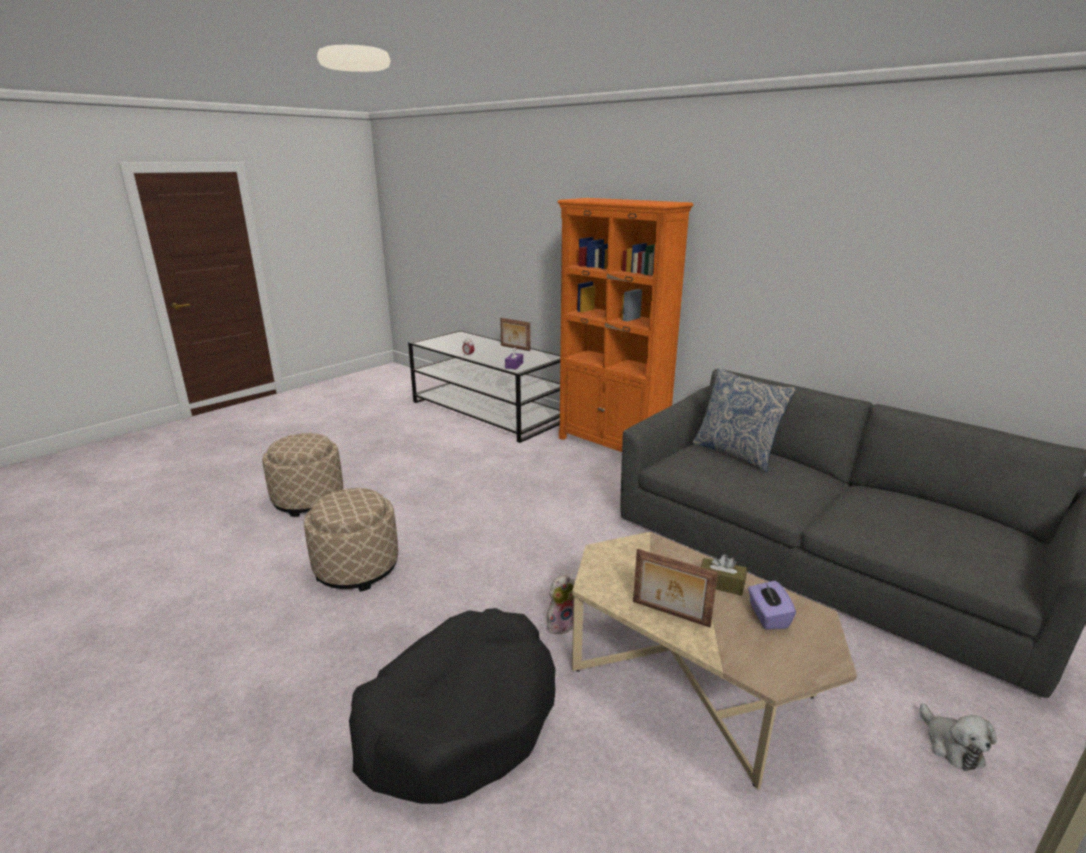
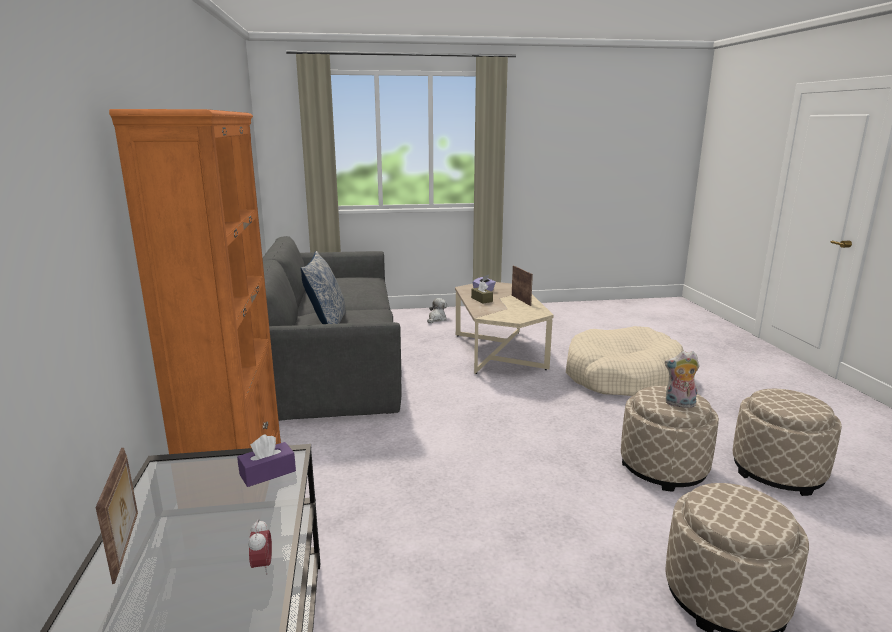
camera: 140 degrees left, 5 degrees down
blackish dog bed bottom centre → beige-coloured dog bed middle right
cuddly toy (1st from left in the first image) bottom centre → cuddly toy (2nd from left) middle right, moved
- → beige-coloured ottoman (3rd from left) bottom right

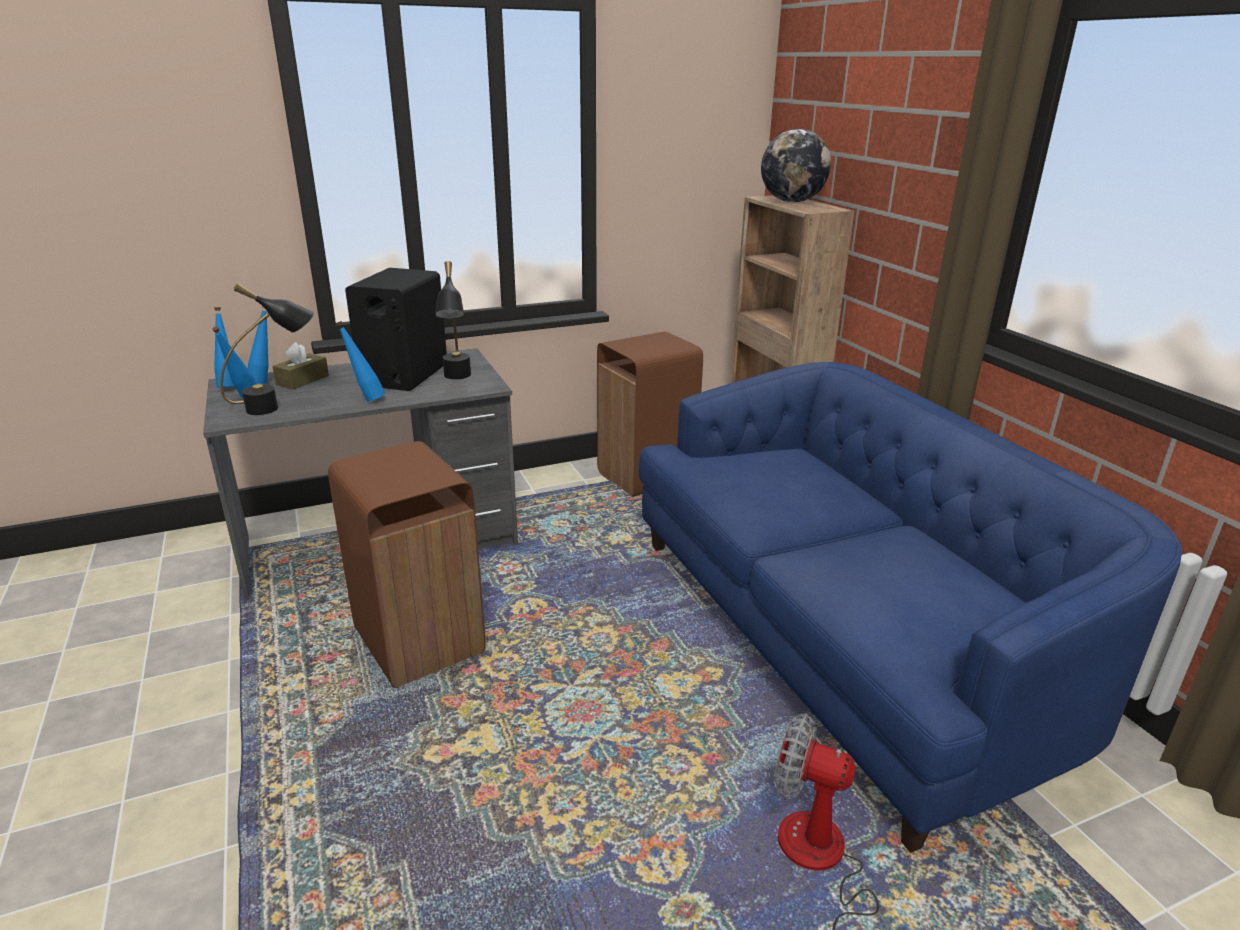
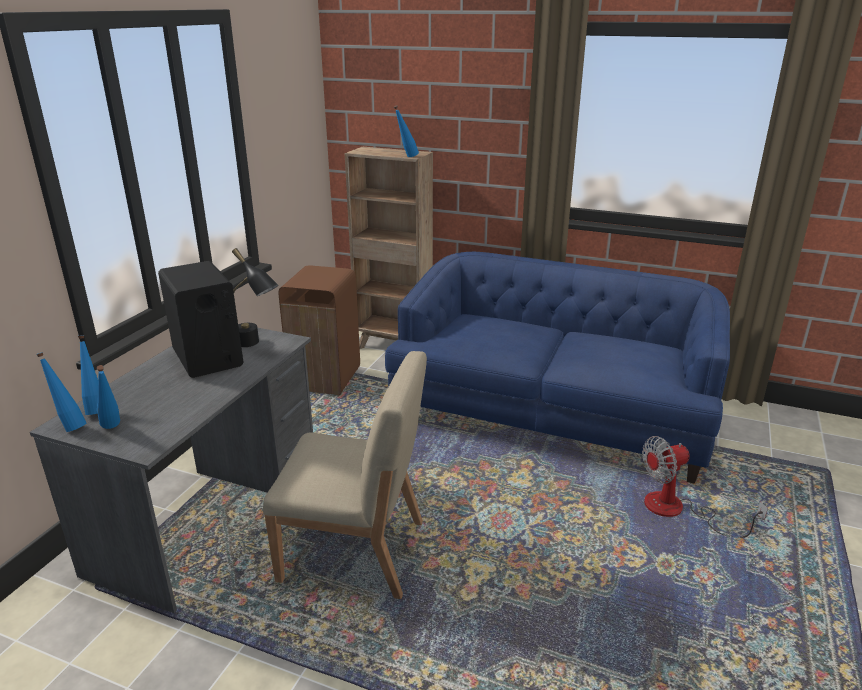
camera: 45 degrees left, 0 degrees up
brown-coloured rubbish bin (1st from left) middle left → beige-coloured chair bottom centre
bluish bottle (4th from left) middle left → bluish bottle (4th from left) top centre, moved
blackish table lamp (1st from left) middle left → -
brown-coloured tissue box middle left → -
globe top centre → -

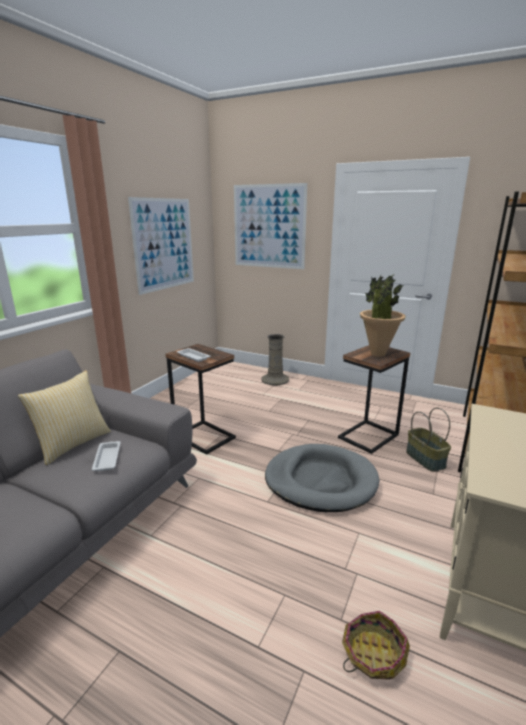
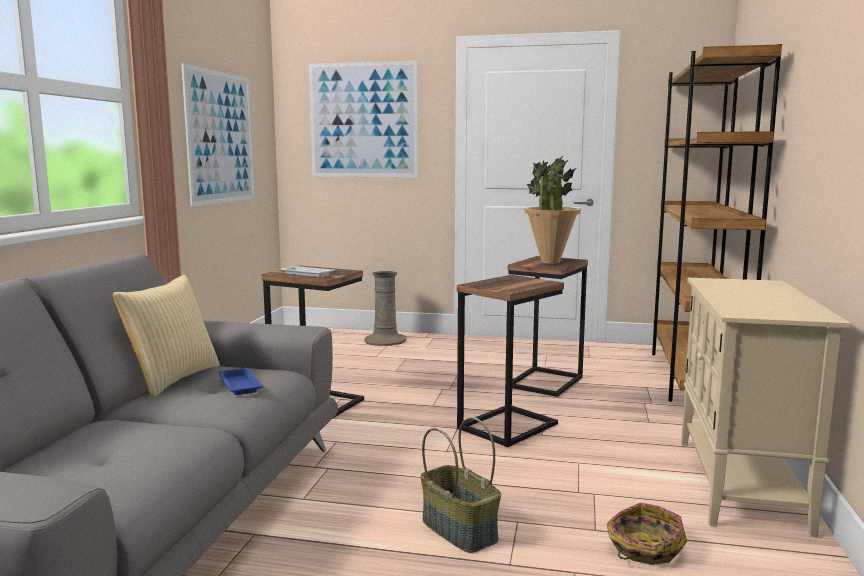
camera: 15 degrees left, 10 degrees down
white carrying tray (1st from left) middle left → bluish carrying tray middle left
household basket (2nd from left in the first image) middle right → household basket (1st from left) bottom centre, moved
grey dog bed centre → accent table (2nd from left) centre

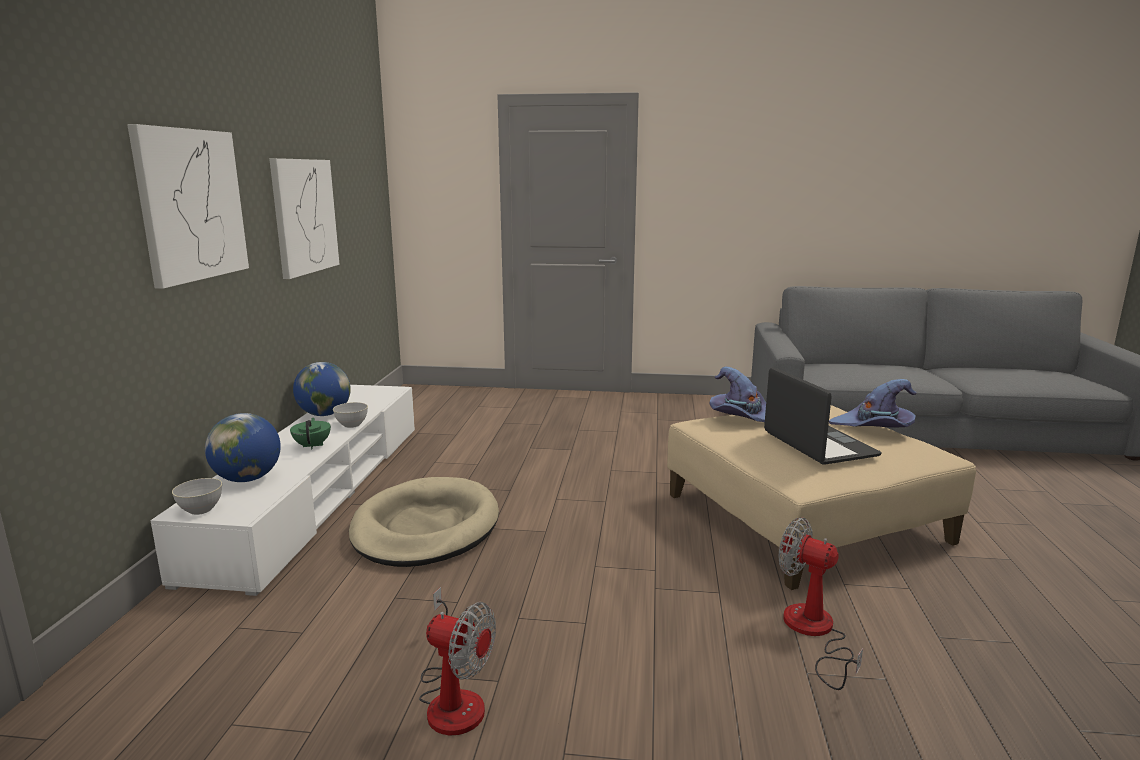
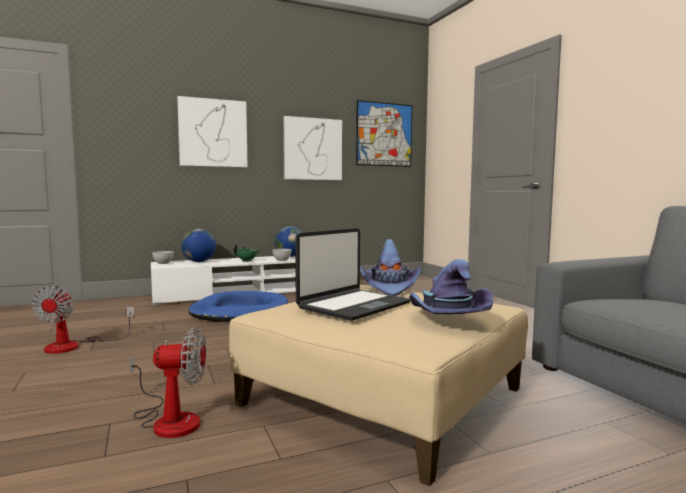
camera: 60 degrees right, 10 degrees down
electric fan (2nd from left) bottom right → electric fan (2nd from left) bottom left, 75 degrees clockwise
beige-coloured dog bed bottom centre → bluish dog bed centre
- → picture (3rd from left) top centre

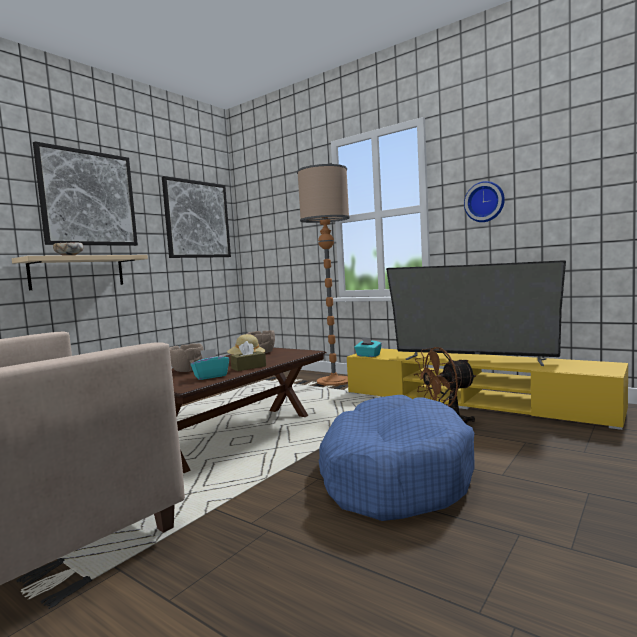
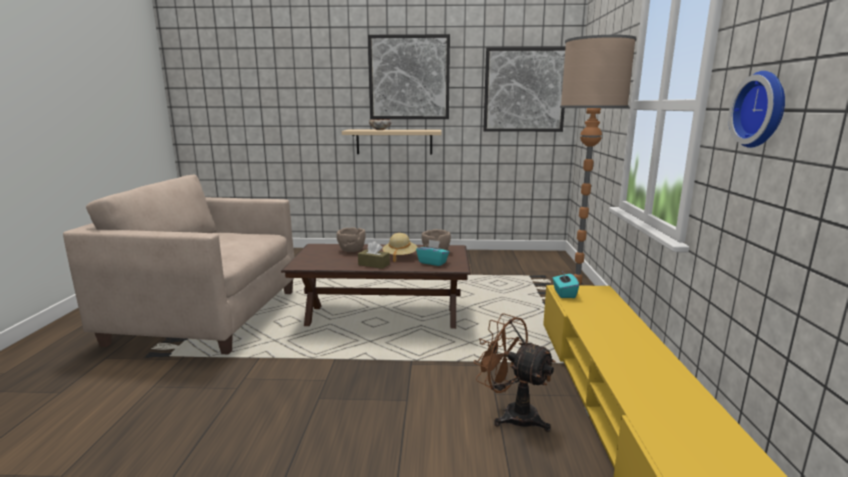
camera: 55 degrees right, 10 degrees up
turquoise tissue box (1st from left) middle left → turquoise tissue box (1st from left) centre, moved
bluish dog bed bottom centre → -
TV middle right → -

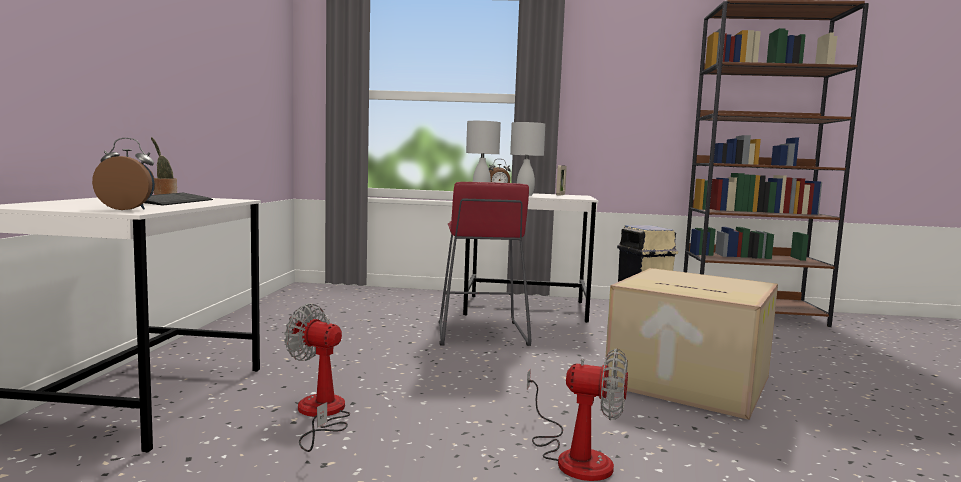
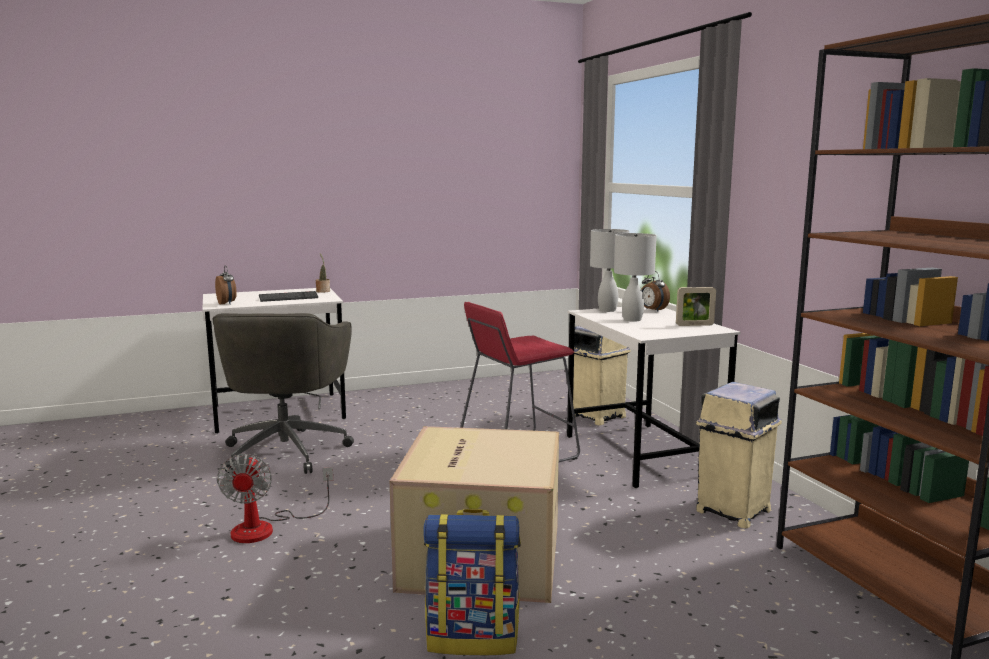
camera: 65 degrees right, 5 degrees up
electric fan (1st from left) bottom left → grey desk chair middle left
- → backpack bottom centre
- → beige-coloured rubbish bin (1st from left) centre

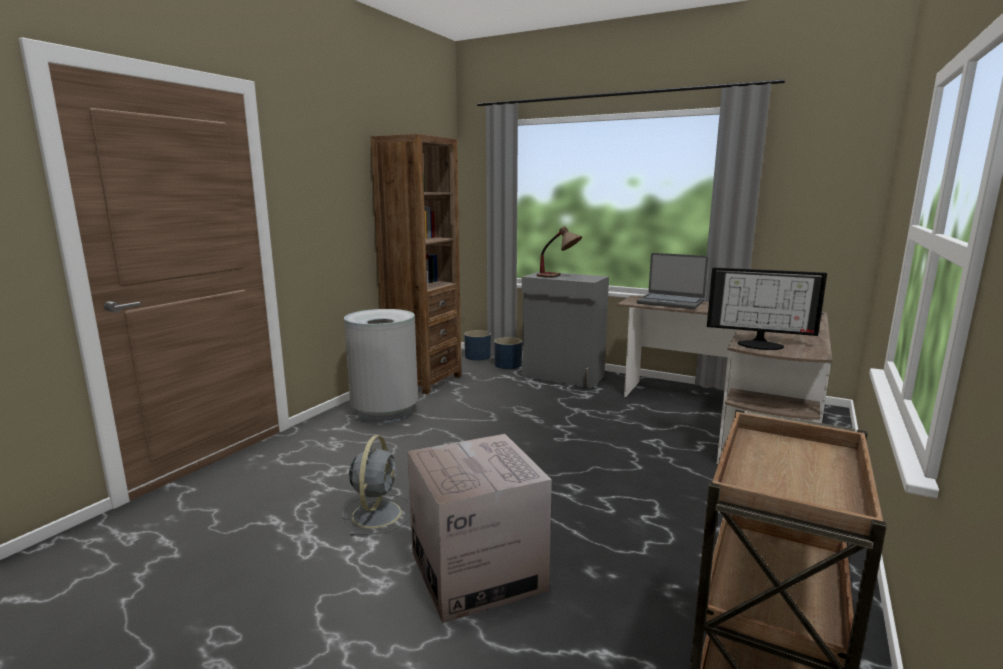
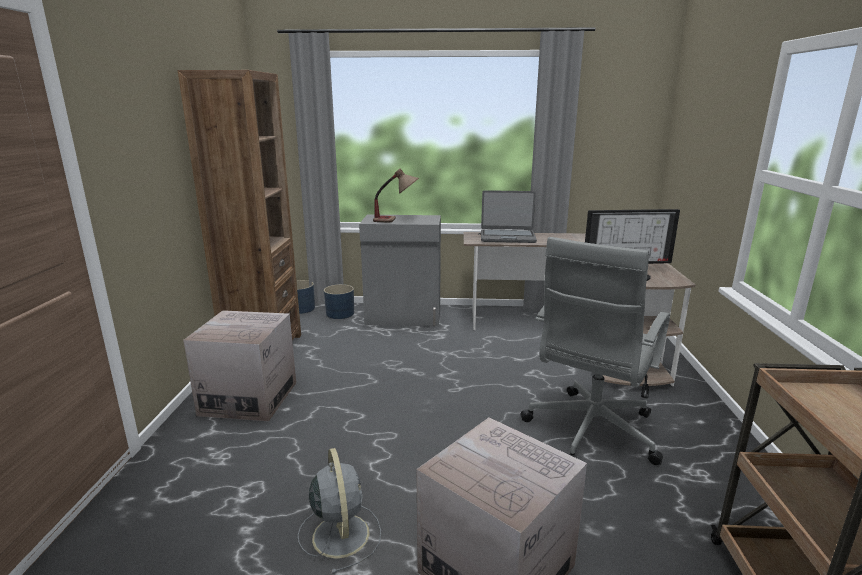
camera: 25 degrees left, 5 degrees up
grey rubbish bin centre → carton (1st from left) middle left
- → grey desk chair middle right

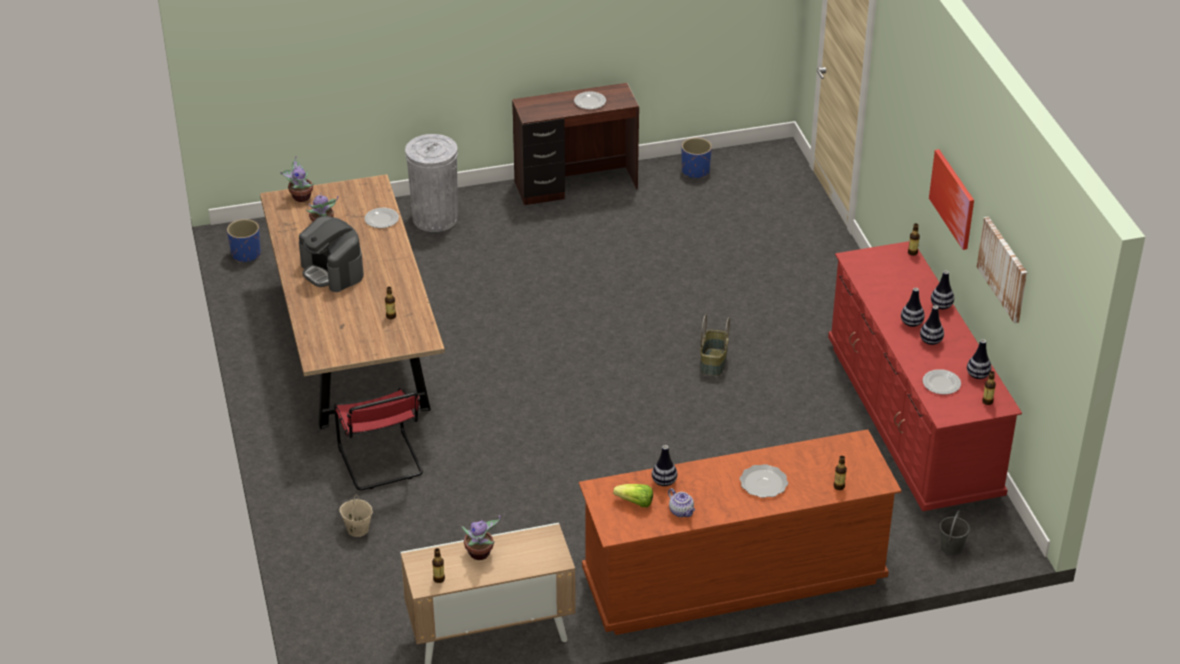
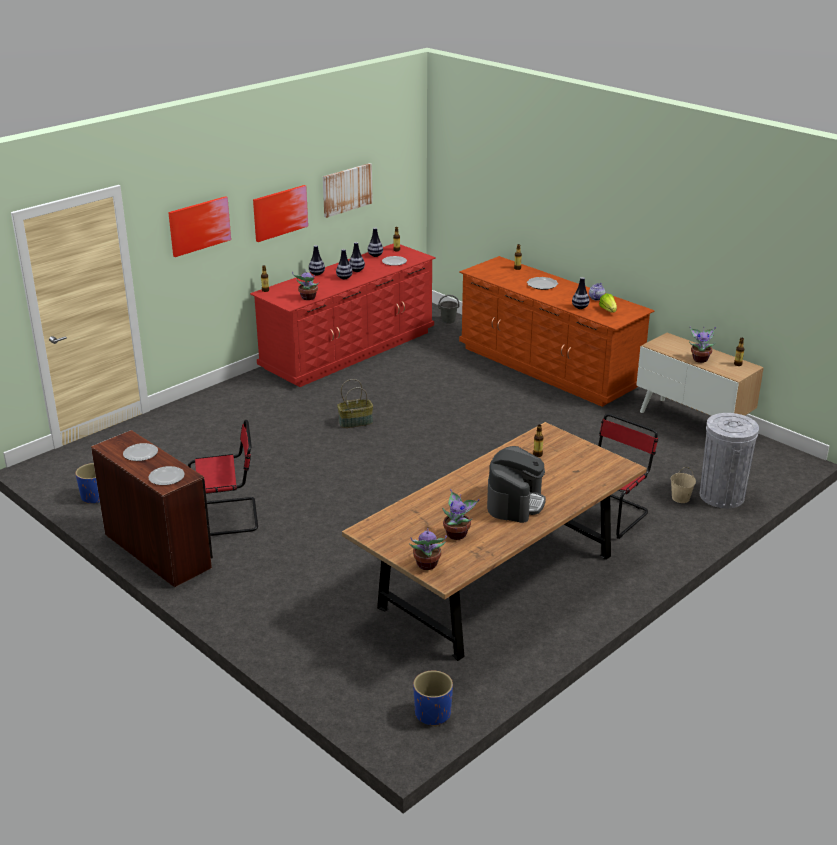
camera: 120 degrees left, 10 degrees down
plate (1st from left in the first image) top left → plate (2nd from left) middle left, moved
- → picture (1st from left) top left
- → reddish chair (1st from left) middle left
- → houseplant (1st from left) centre
grey rubbish bin top centre → grey rubbish bin middle right, moved

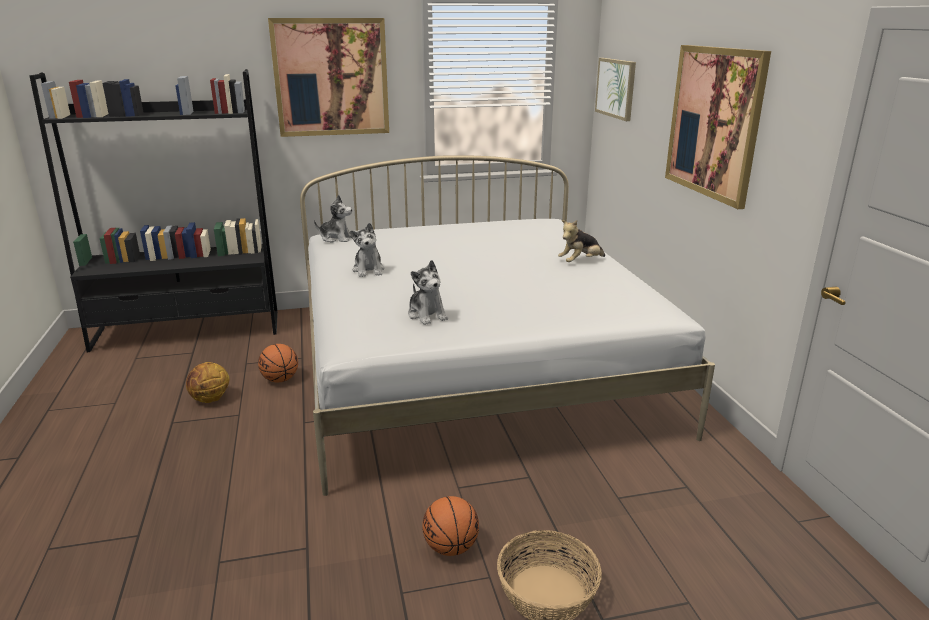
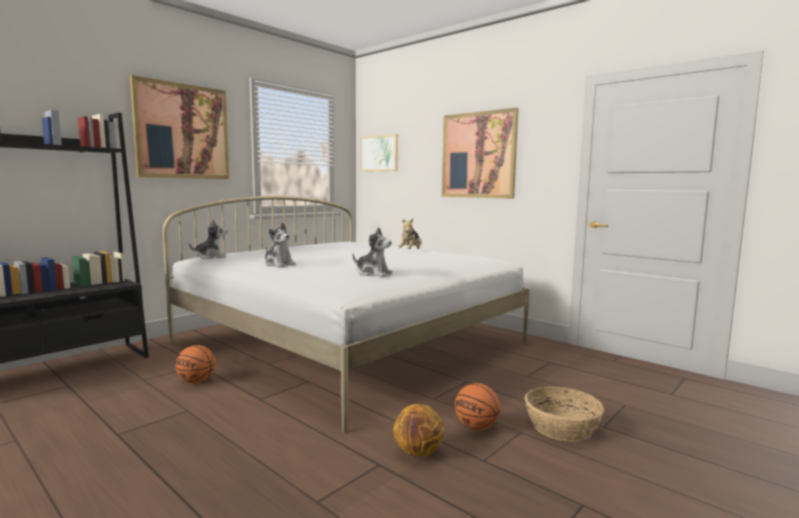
camera: 35 degrees left, 15 degrees down
basketball (1st from left in the first image) middle left → basketball (2nd from left) bottom centre, moved

